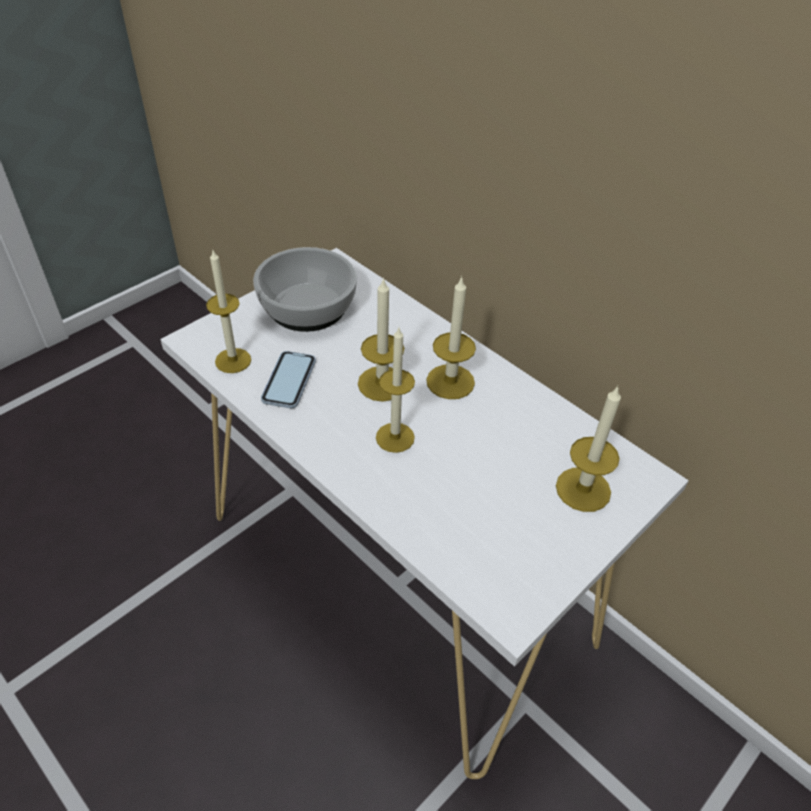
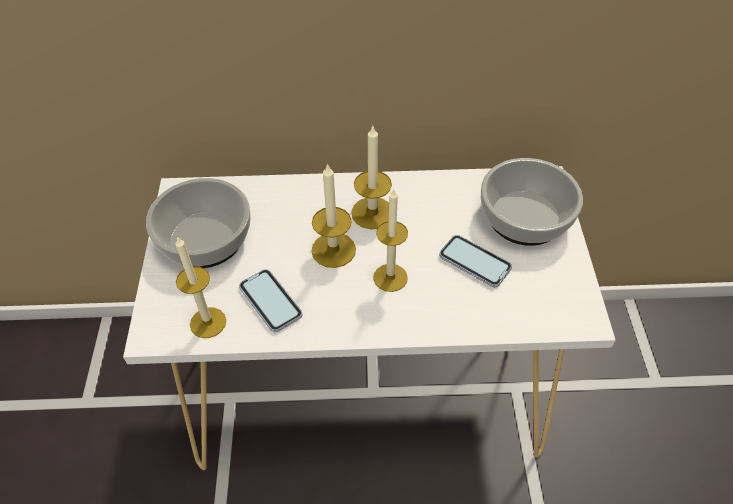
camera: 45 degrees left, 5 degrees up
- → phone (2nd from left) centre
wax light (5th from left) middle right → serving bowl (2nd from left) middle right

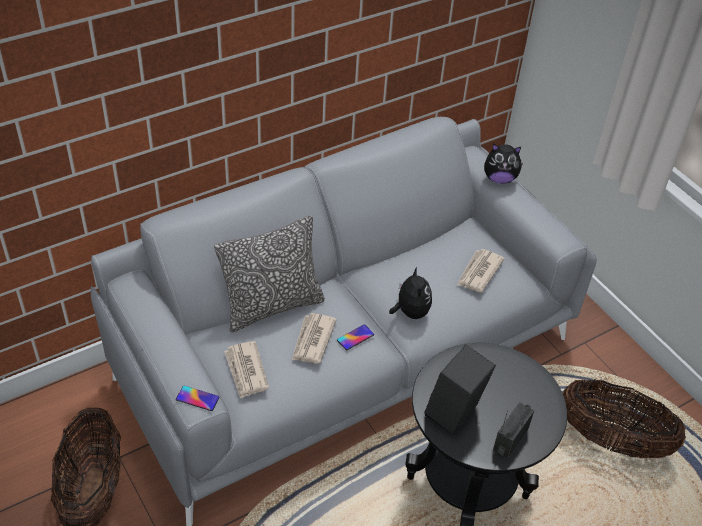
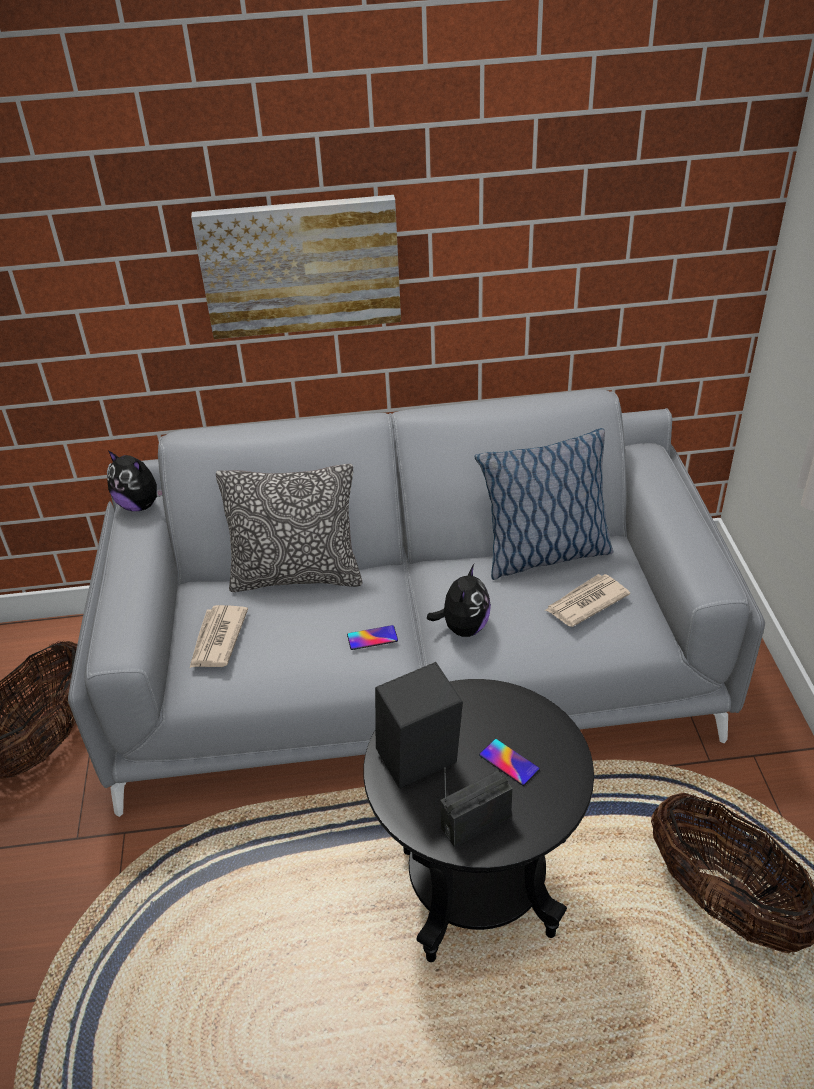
camera: 30 degrees right, 5 degrees down
cuddly toy (2nd from left in the first image) top right → cuddly toy (1st from left) middle left, moved
- → picture top centre
- → cushion (2nd from left) middle right
phone (1st from left in the first image) bottom left → phone (2nd from left) bottom centre, moved
newspaper (2nd from left) centre → -

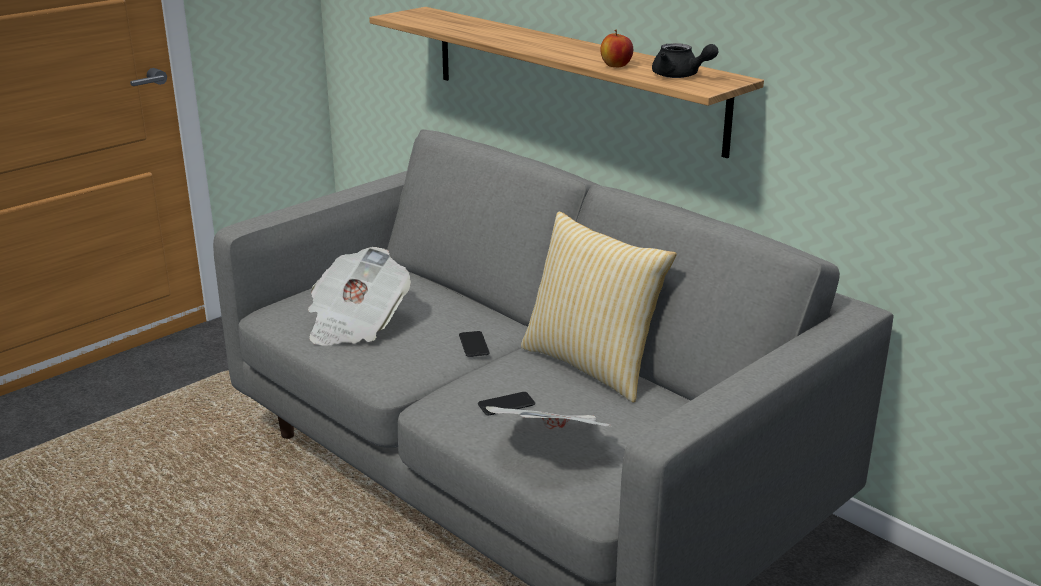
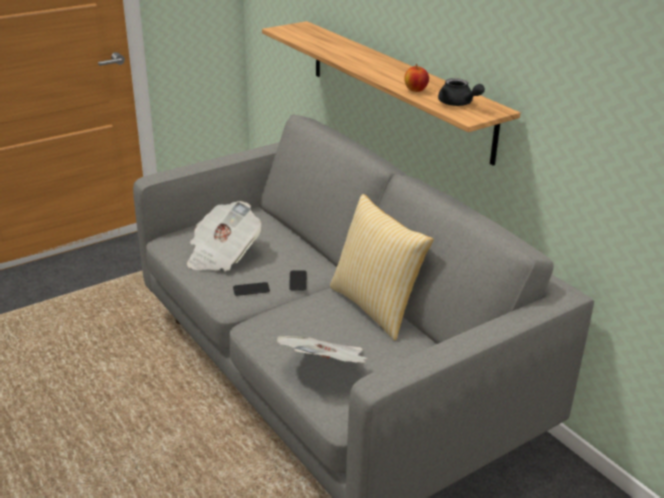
camera: 10 degrees right, 5 degrees up
phone (2nd from left in the first image) bottom centre → phone (1st from left) centre, moved

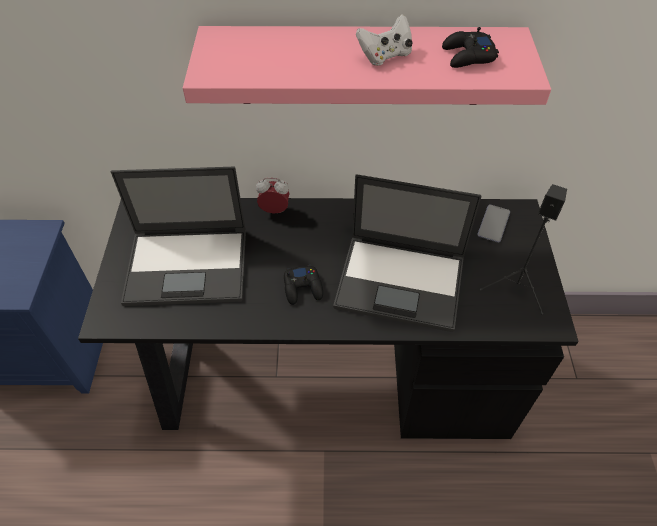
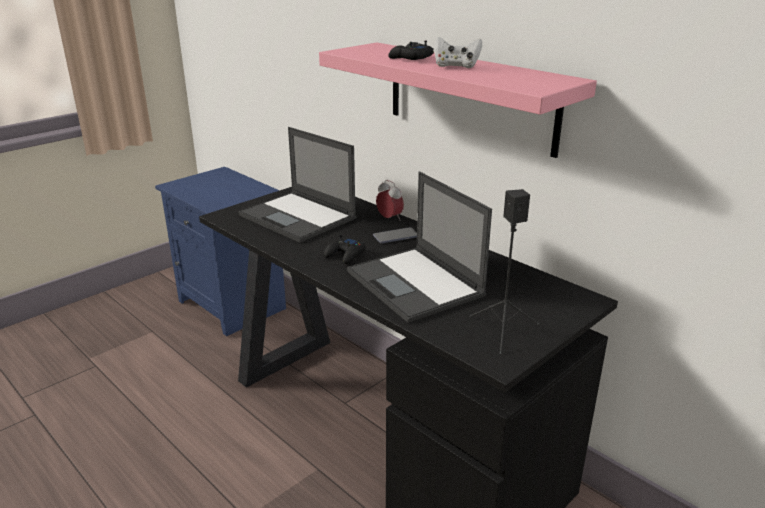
camera: 45 degrees right, 25 degrees down
phone middle right → phone centre, moved
blackish joypad (2nd from left) top right → blackish joypad (2nd from left) top centre, moved

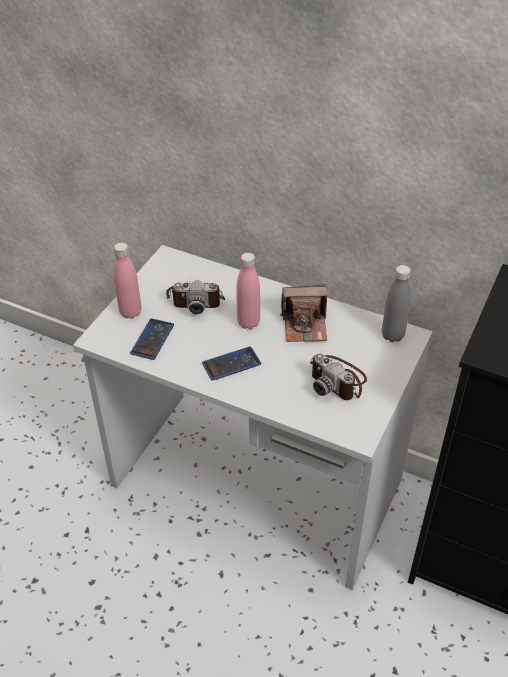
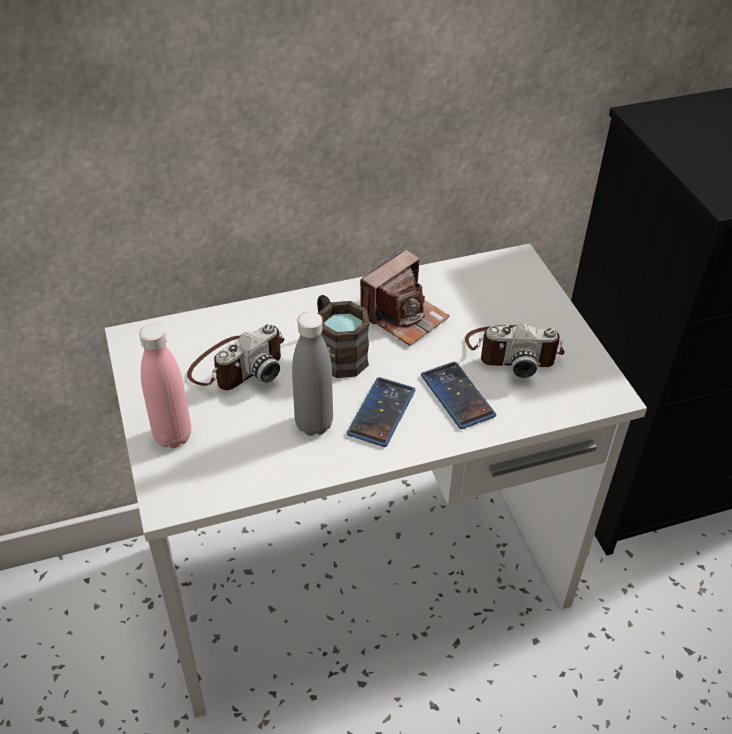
camera: 45 degrees left, 0 degrees up
grey bottle middle right → grey bottle centre, moved
pink-coloured bottle (2nd from left) centre → brown-coloured tea mug centre
phone (1st from left in the first image) middle left → phone (2nd from left) centre, moved

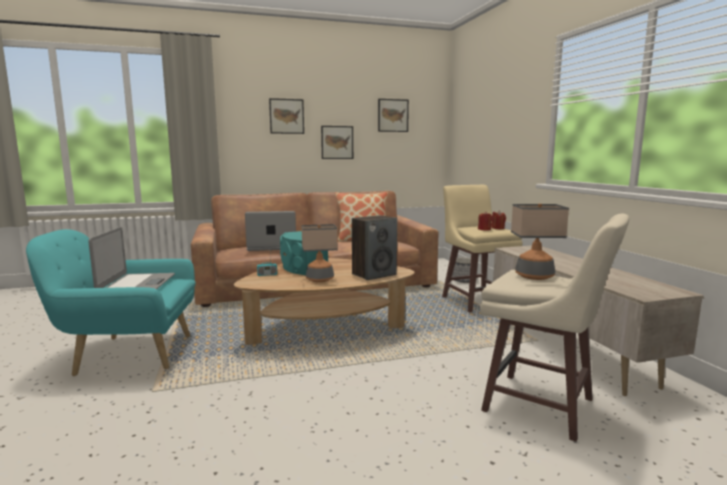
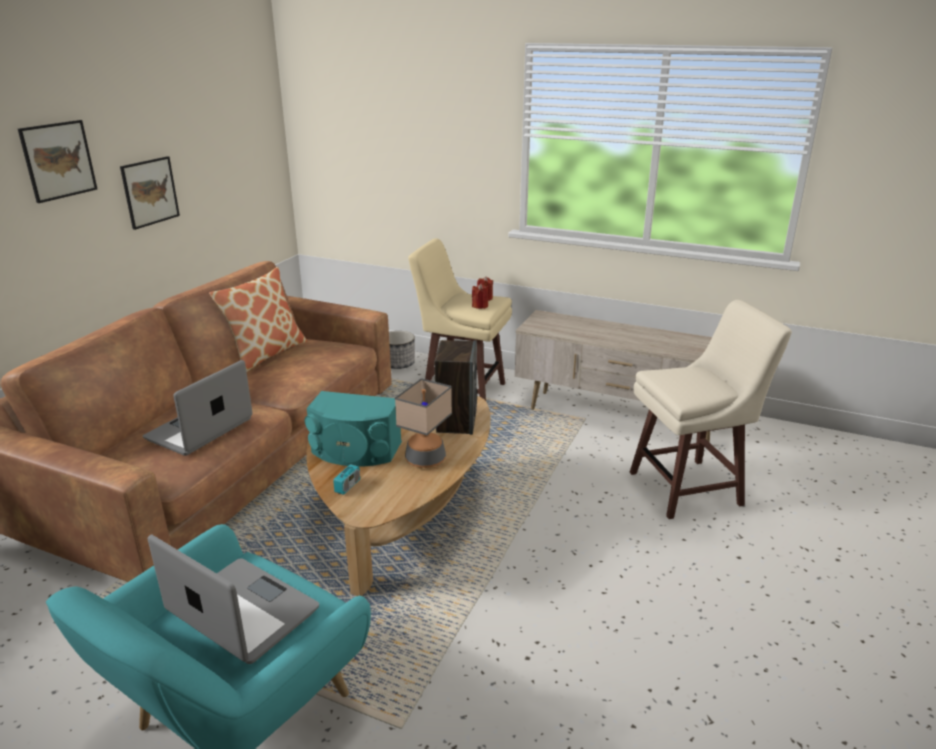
camera: 50 degrees left, 15 degrees up
picture (3rd from left) top centre → -
table lamp (2nd from left) middle right → -

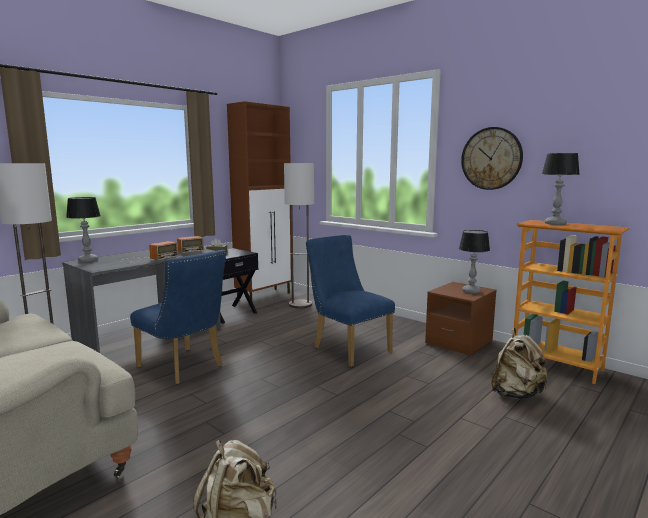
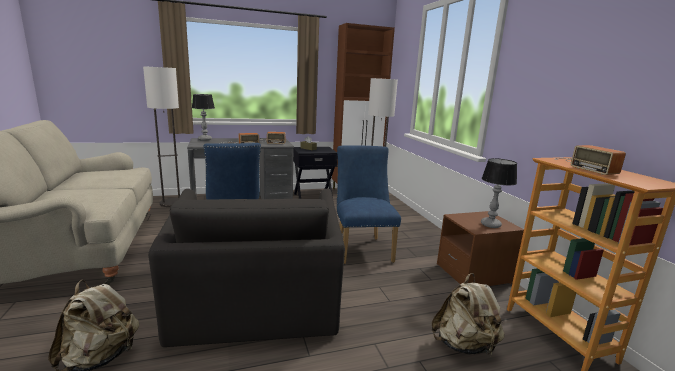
camera: 30 degrees right, 5 degrees up
- → blackish easy chair bottom centre
table lamp (3rd from left) middle right → radio receiver (3rd from left) middle right
clock on the wall top right → -

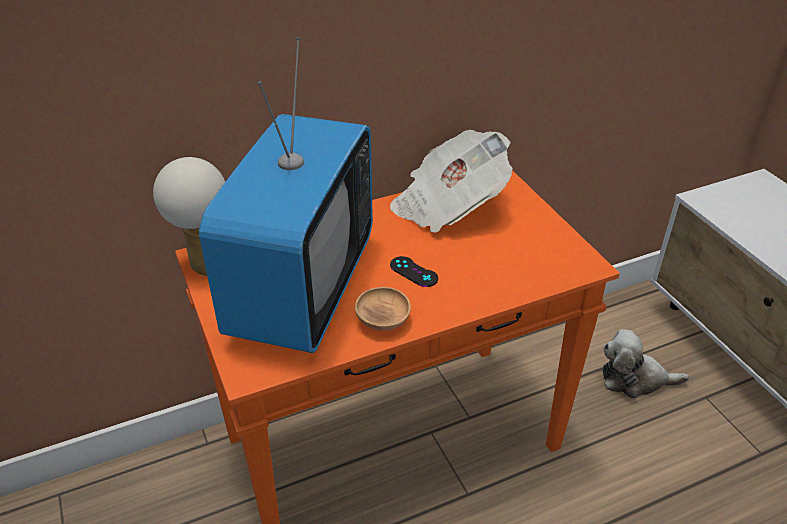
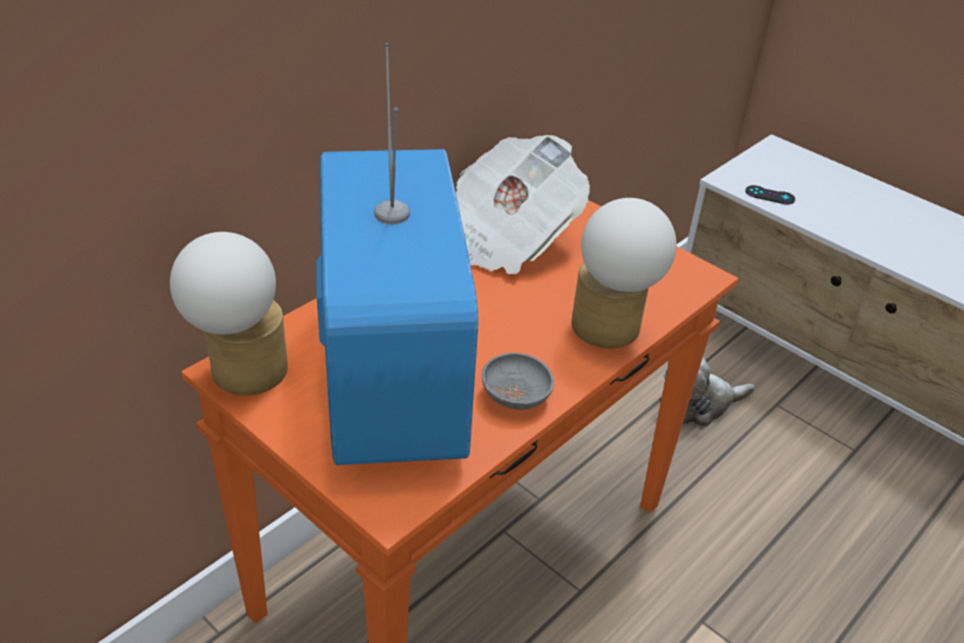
camera: 25 degrees left, 0 degrees up
brown-coloured serving bowl centre → grey serving bowl centre
- → table lamp (2nd from left) centre
blackish joypad centre → blackish joypad top right, moved

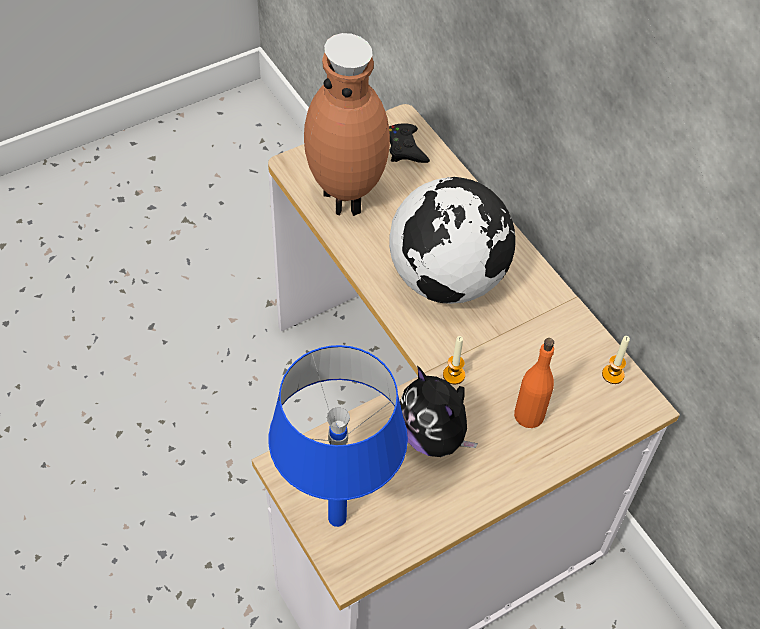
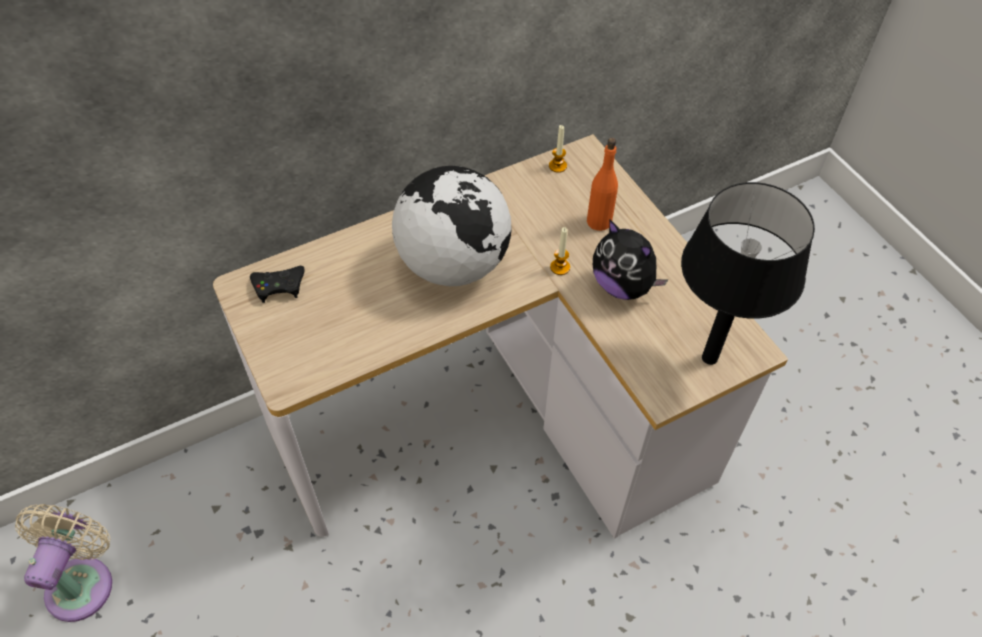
camera: 85 degrees left, 0 degrees up
- → beige-coloured electric fan bottom left
cuddly toy centre, 75 degrees clockwise
bluish table lamp bottom centre → blackish table lamp middle right
brown-coloured flower vase top centre → -

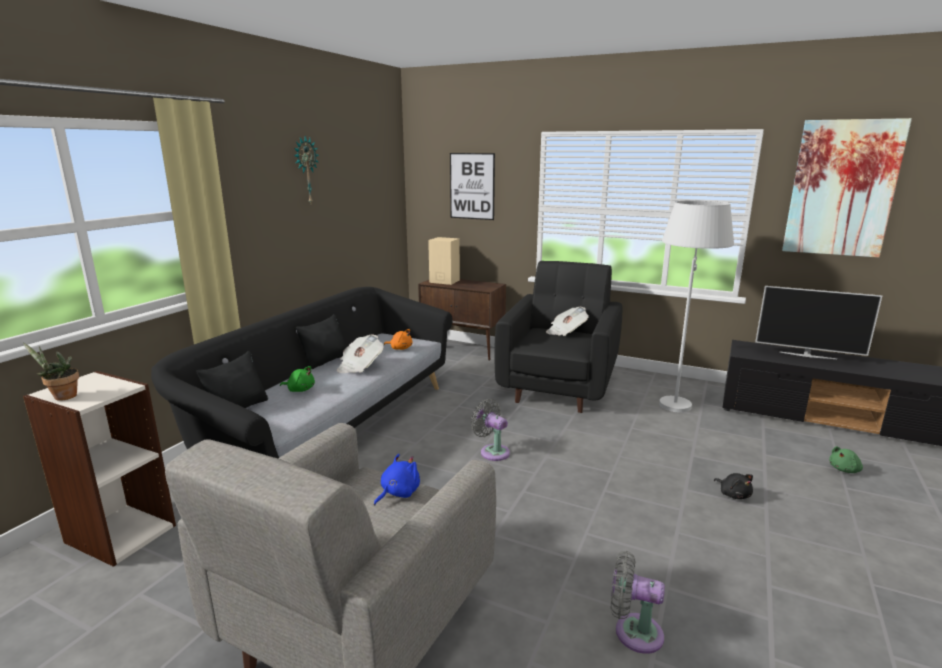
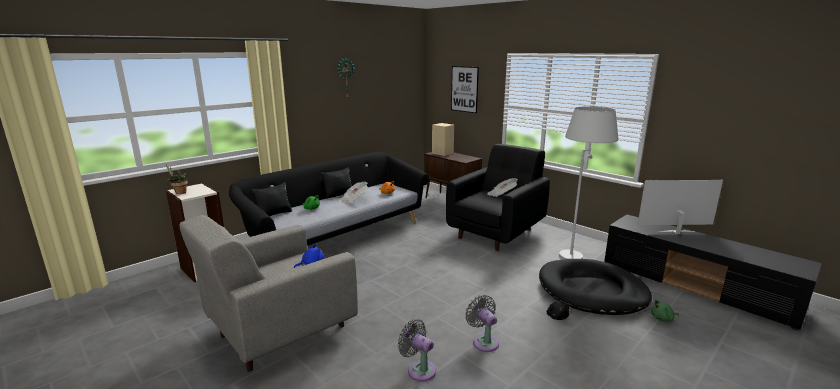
camera: 20 degrees right, 0 degrees up
grey electric fan (1st from left in the first image) centre → grey electric fan (2nd from left) bottom centre, moved
- → blackish dog bed bottom right
TV middle right, 135 degrees clockwise
picture (2nd from left) top right → -

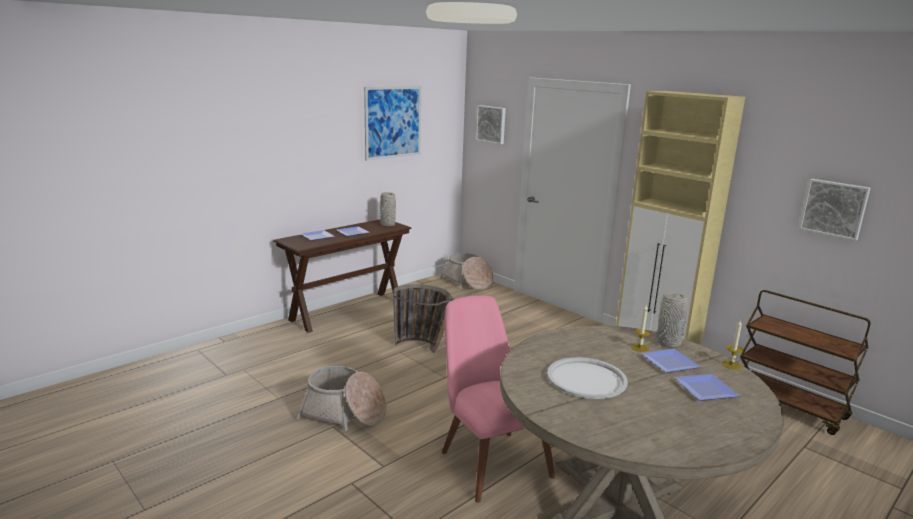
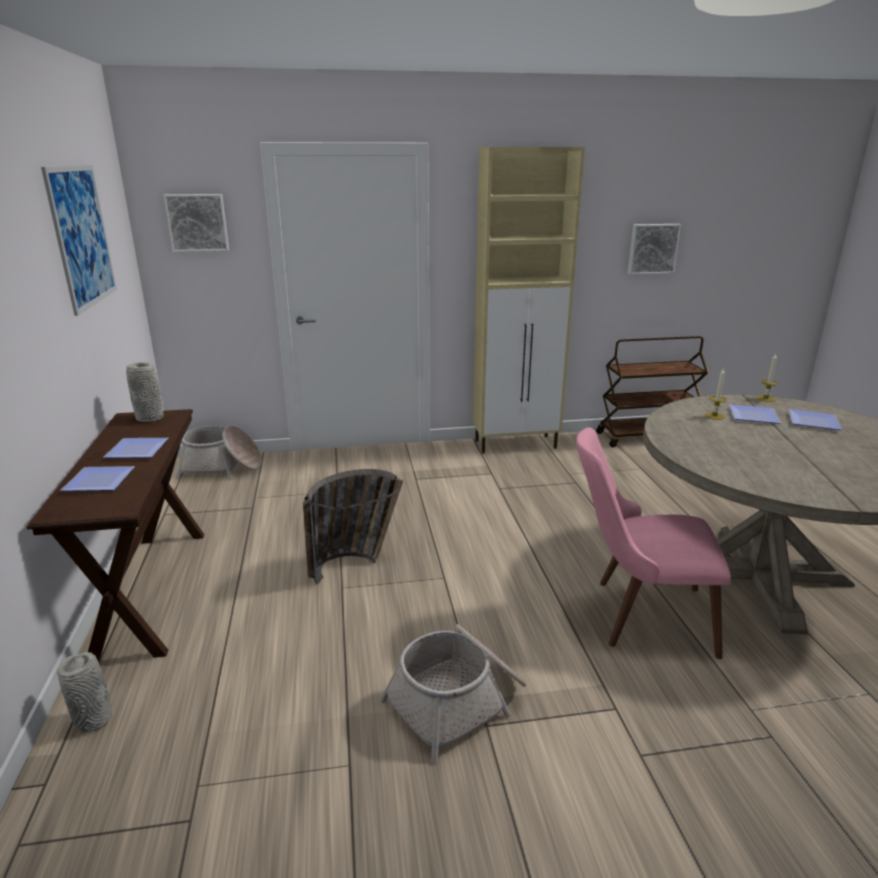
camera: 55 degrees left, 5 degrees up
grey flower vase (2nd from left in the first image) middle right → grey flower vase (1st from left) bottom left, moved
white carrying tray bottom centre → -

